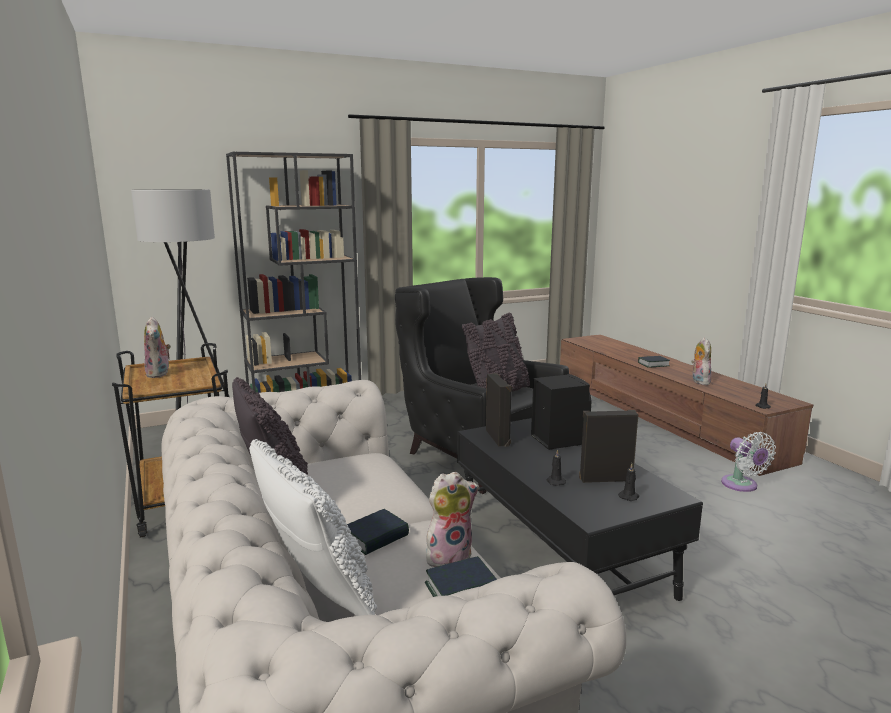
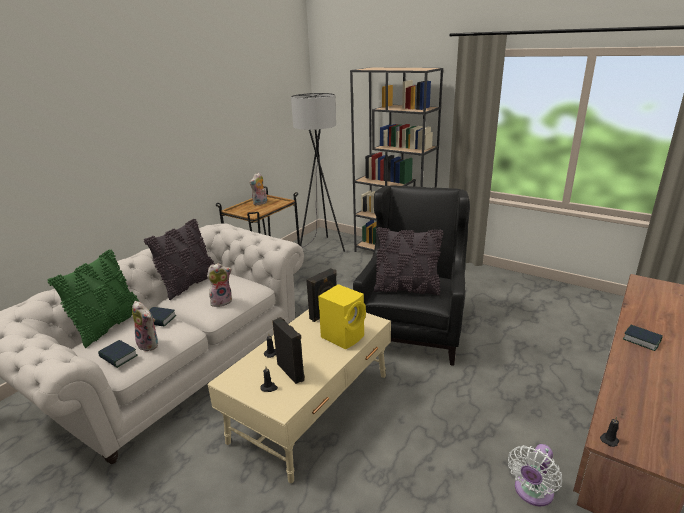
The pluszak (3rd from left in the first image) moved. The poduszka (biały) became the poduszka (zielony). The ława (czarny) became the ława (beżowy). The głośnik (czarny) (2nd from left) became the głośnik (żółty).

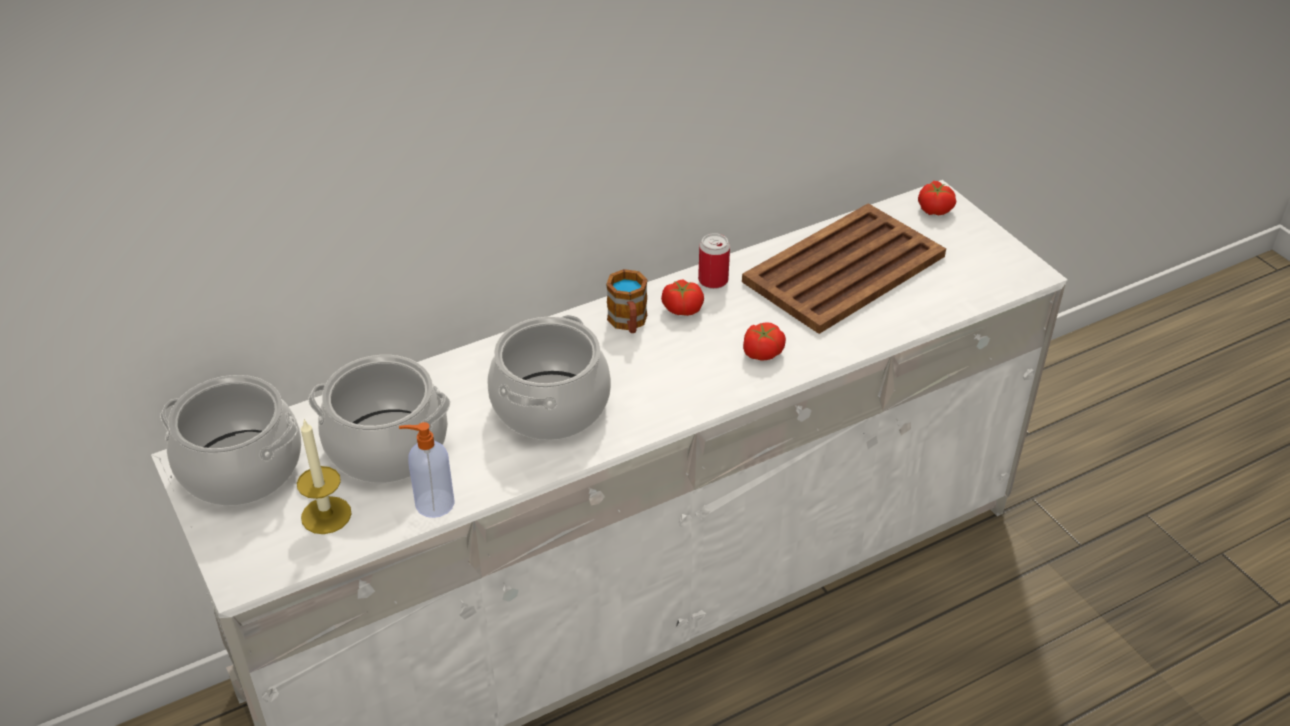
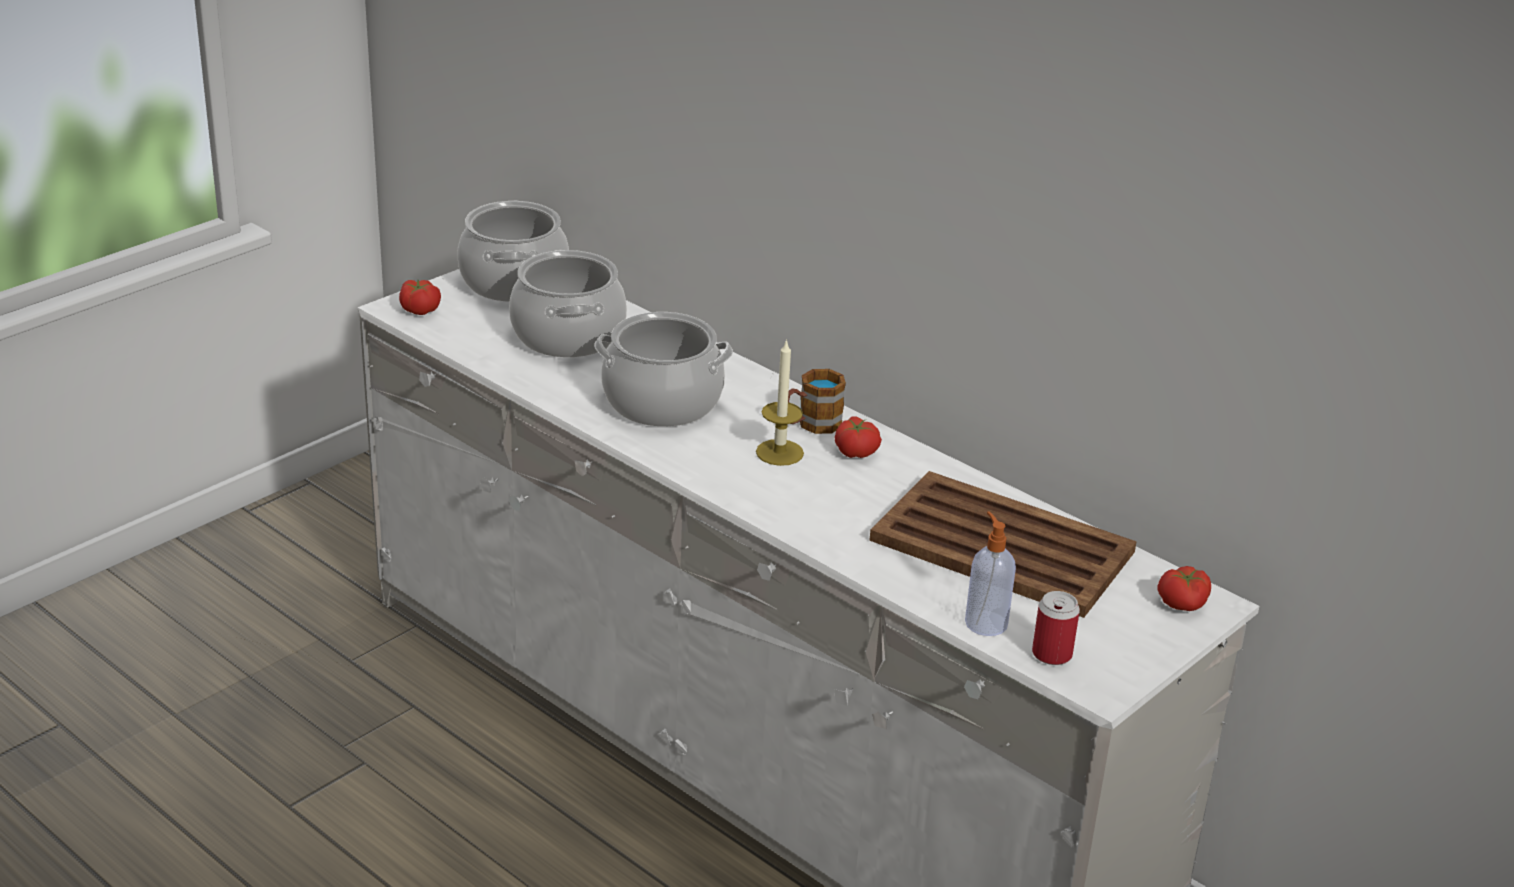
The świeca moved. The dozownik mydła moved. The puszka moved. The pomidor (2nd from left in the first image) moved.

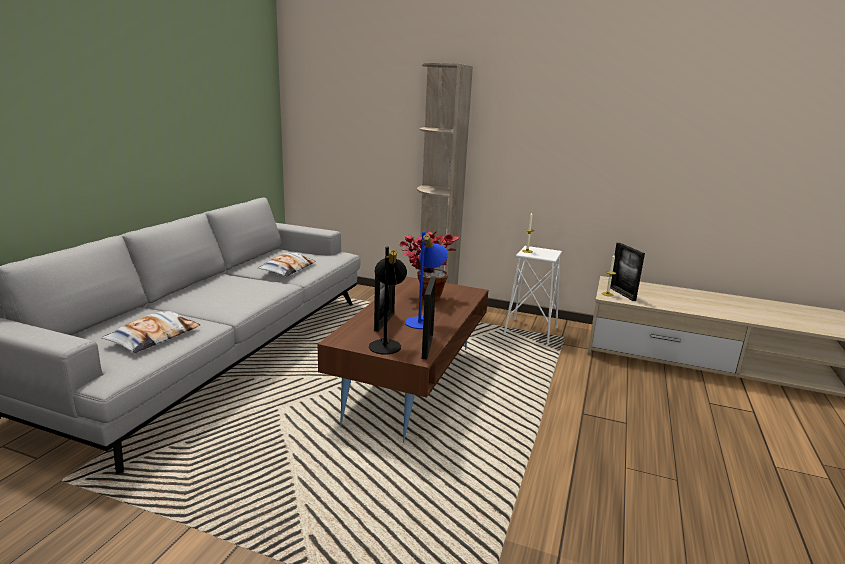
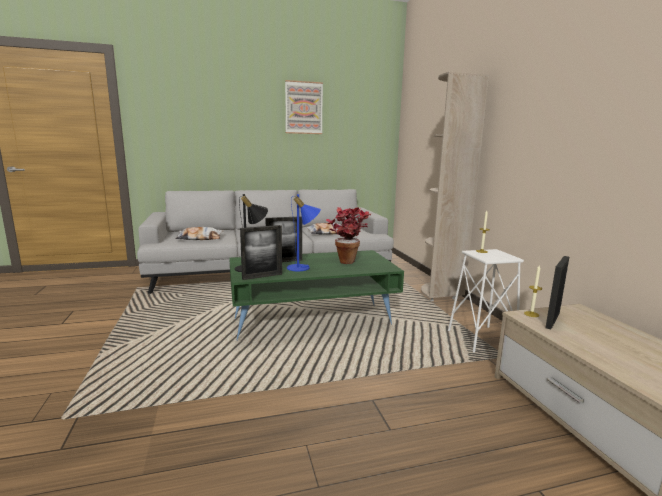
The obraz appeared. The ława (brązowy) became the ława (zielony).

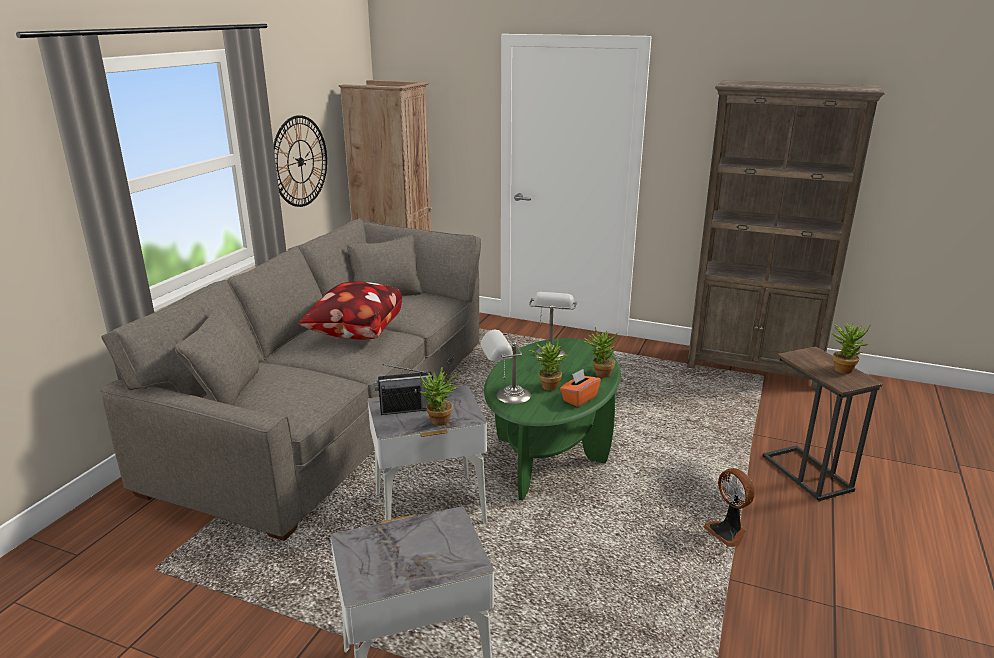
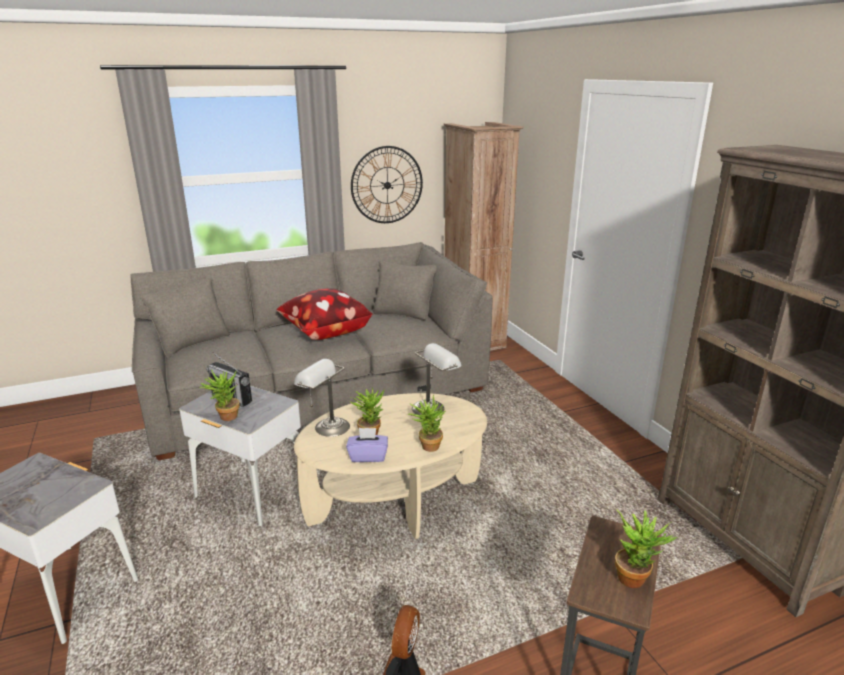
The ława (zielony) became the ława (beżowy). The pudełko chusteczek (pomarańczowy) became the pudełko chusteczek (fioletowy).

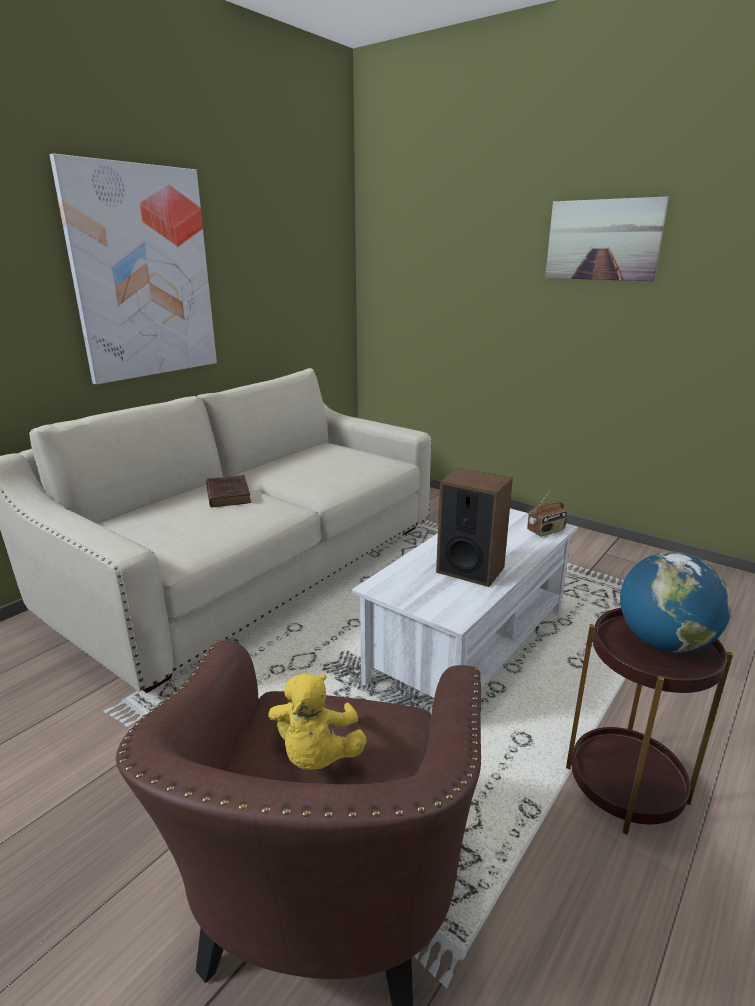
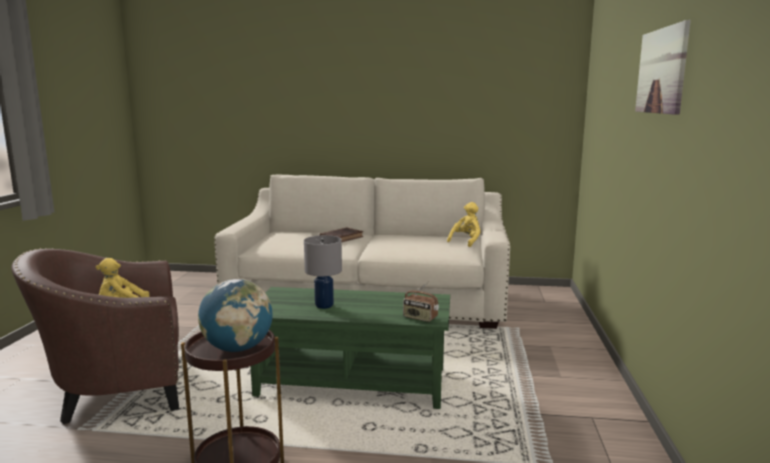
The obraz (1st from left) disappeared. The pluszak (żółty) (2nd from left) appeared. The głośnik was replaced by the lampa stołowa (szary). The ława (biały) became the ława (zielony).

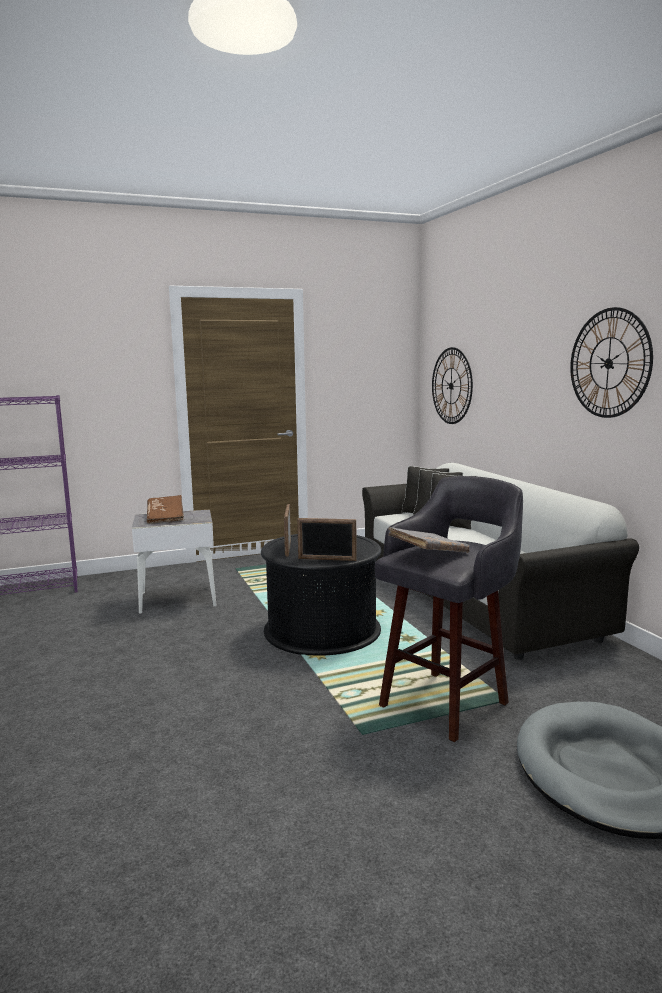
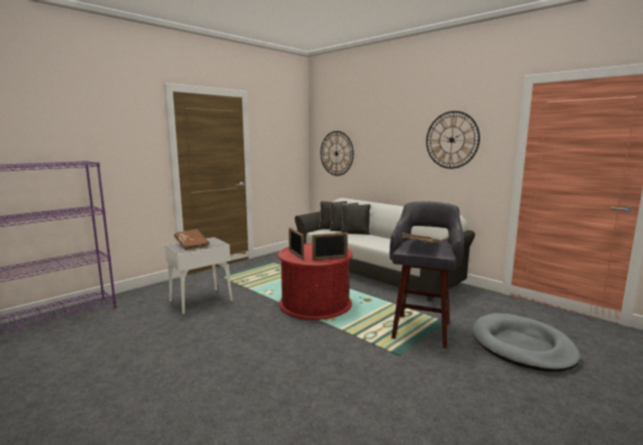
The ława (czarny) became the ława (czerwony).

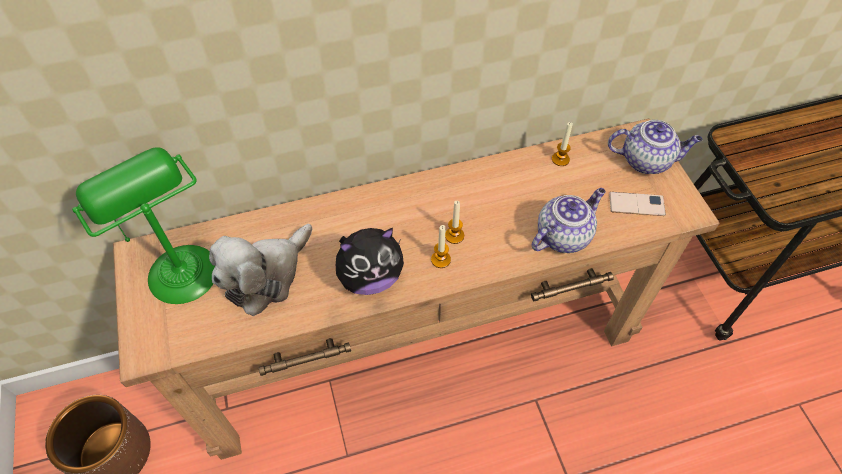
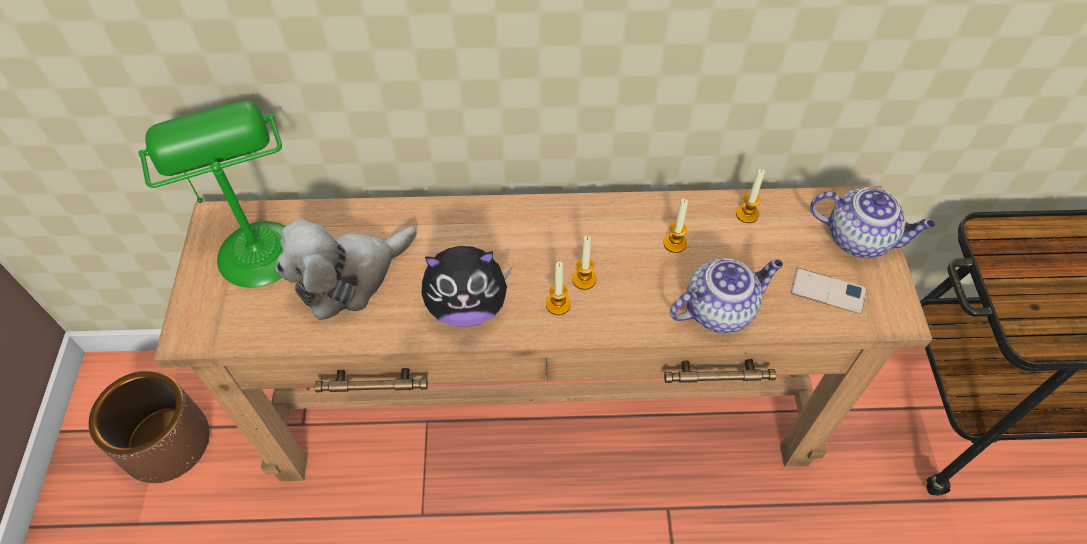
The świeca (3rd from left) appeared.

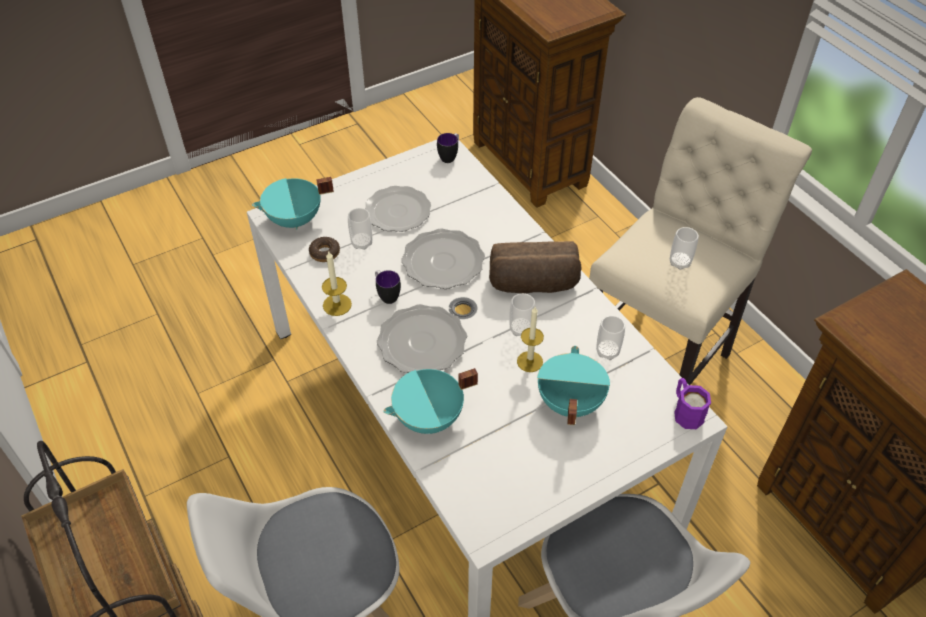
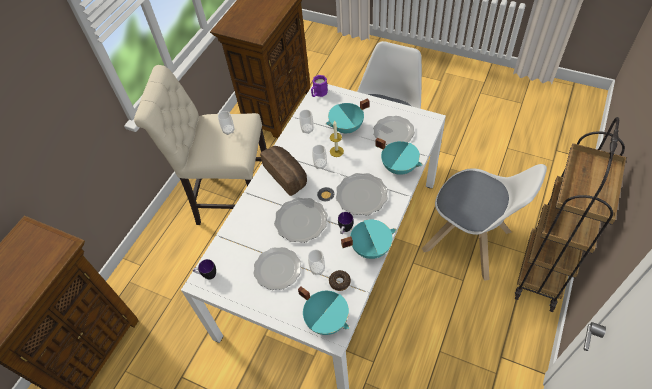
The talerz (4th from left) appeared. The świeca (1st from left) was replaced by the garnek (turkusowy) (3rd from left).

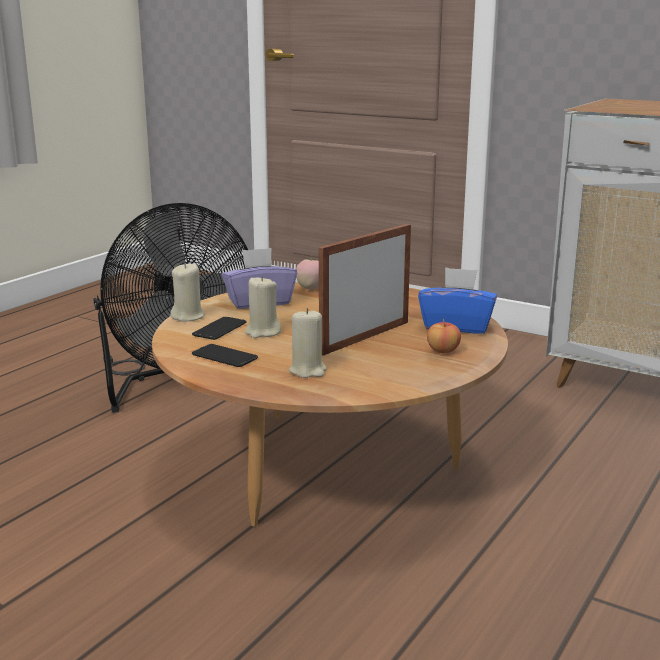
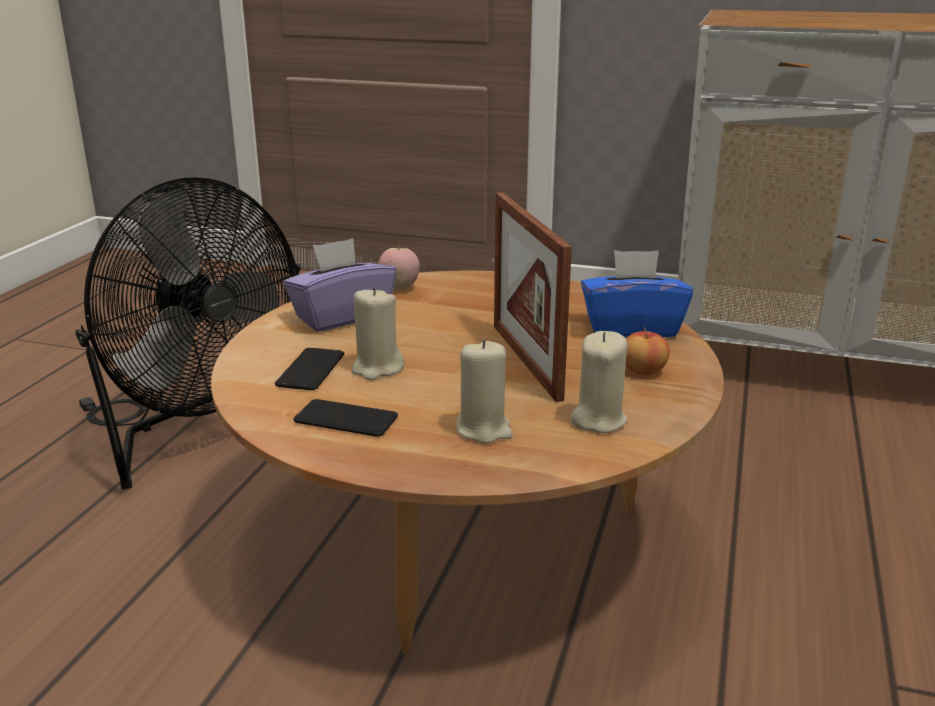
The świeca (beżowy) (1st from left in the first image) moved. The ramka na zdjęcie turned 45 degrees counterclockwise.

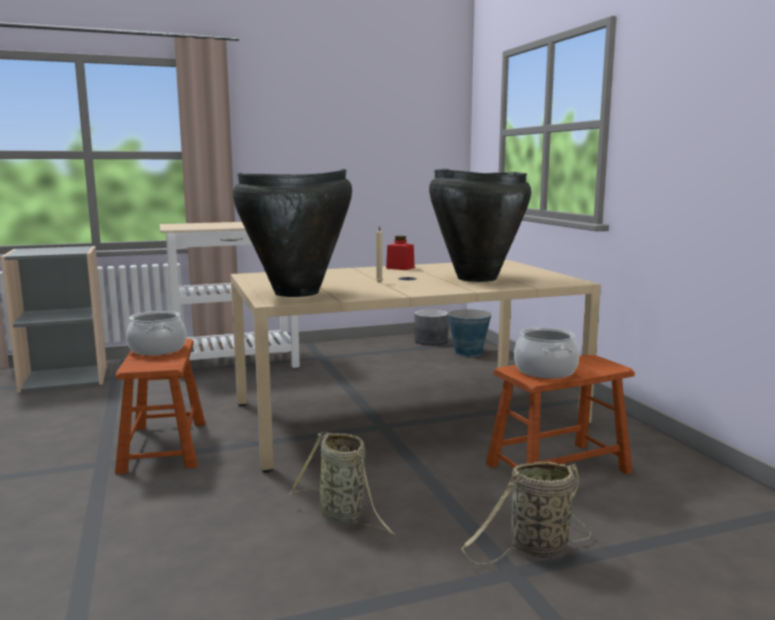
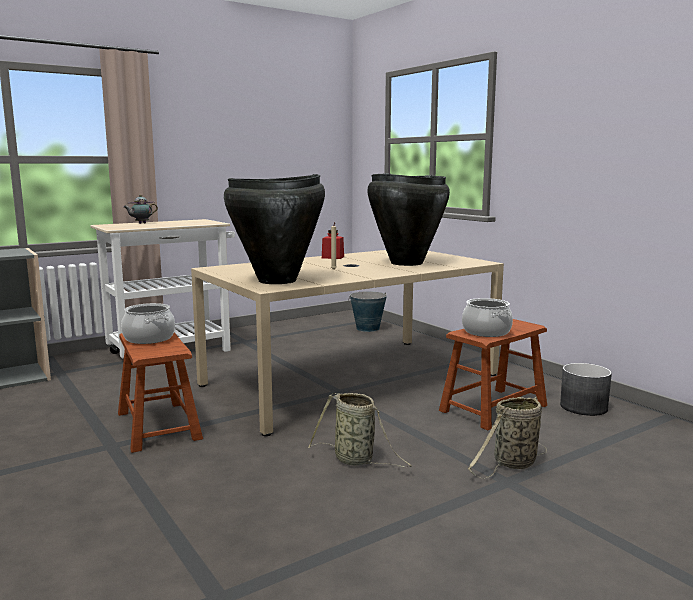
The imbryk appeared. The donica (szary) moved.

